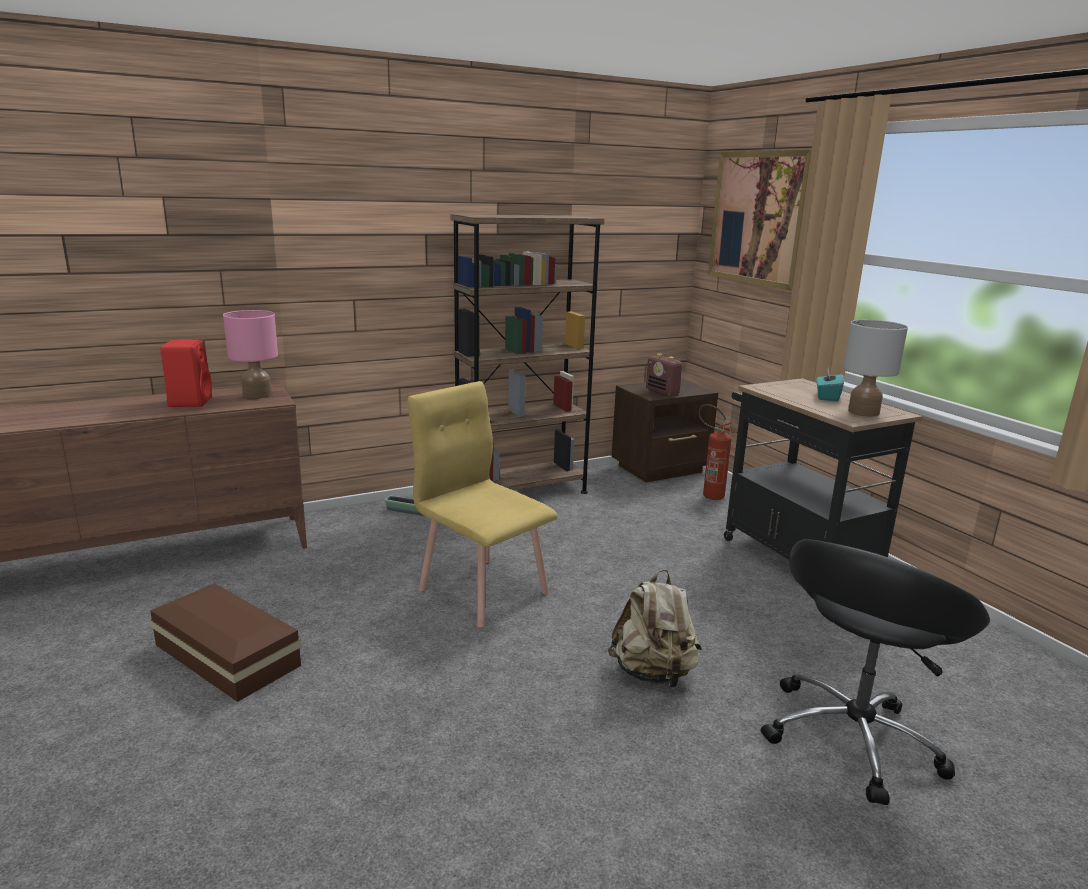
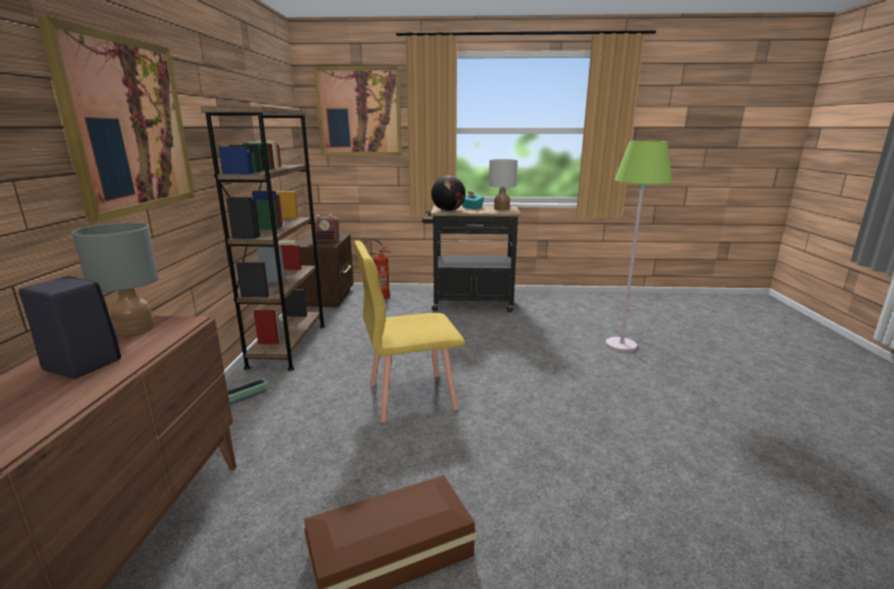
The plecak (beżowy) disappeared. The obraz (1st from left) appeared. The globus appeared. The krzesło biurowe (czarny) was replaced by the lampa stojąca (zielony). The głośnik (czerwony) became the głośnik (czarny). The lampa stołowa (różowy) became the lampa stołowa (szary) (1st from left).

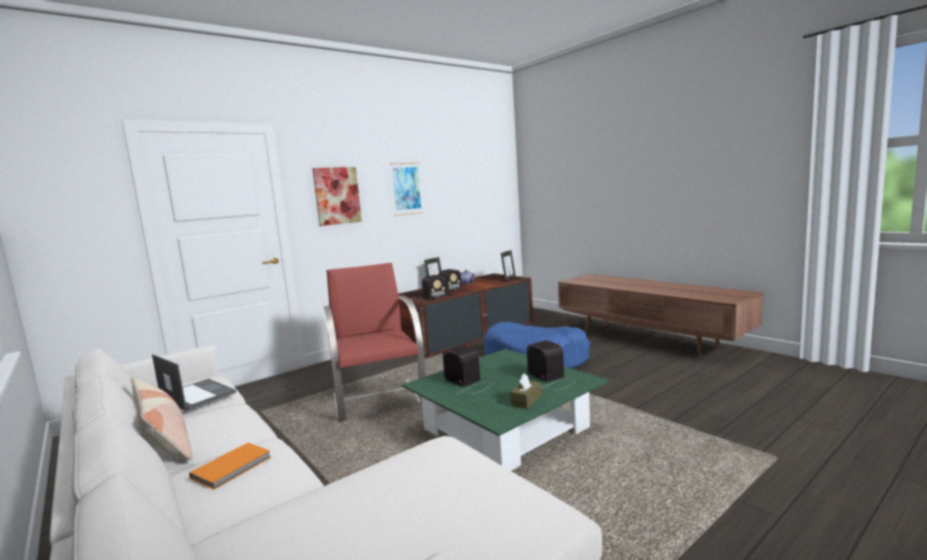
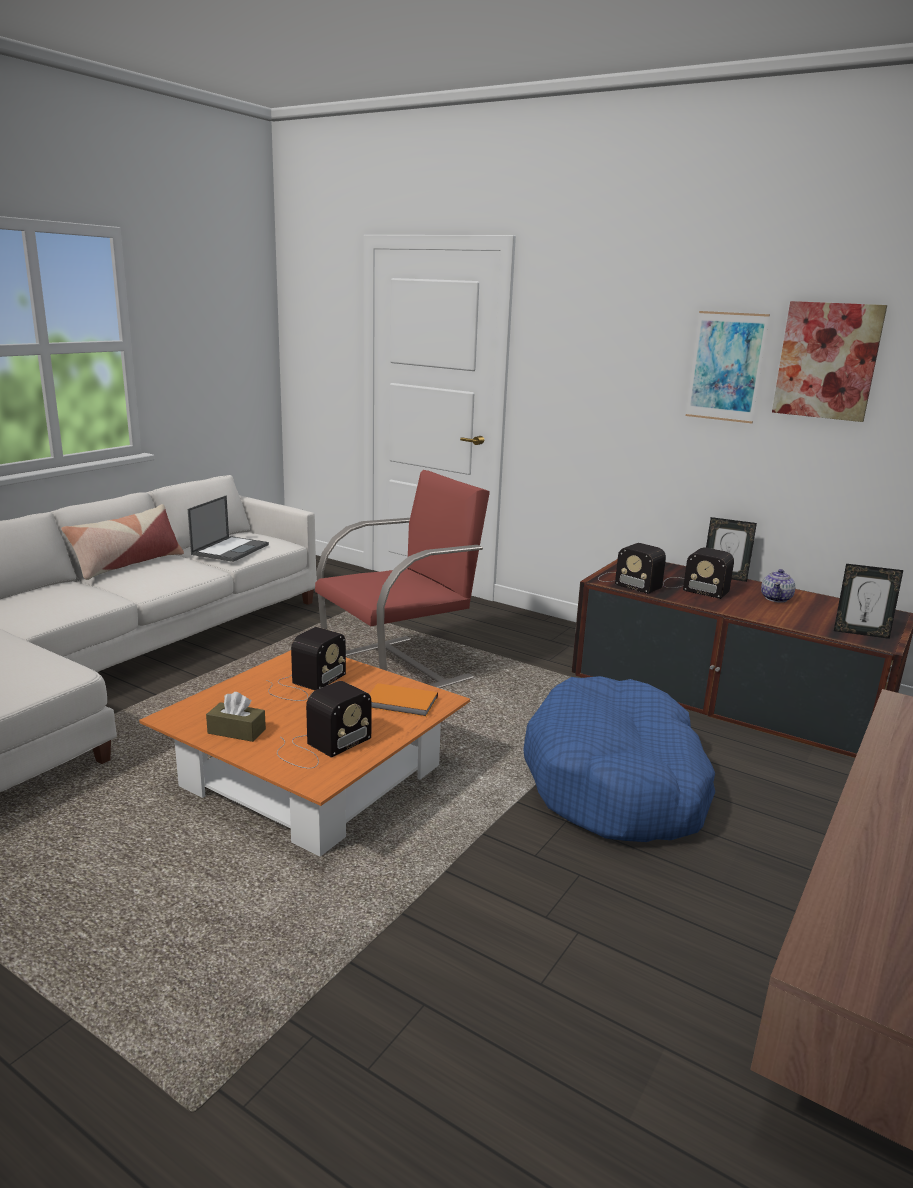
The książka (pomarańczowy) moved. The obraz (1st from left in the first image) moved. The ława (zielony) became the ława (pomarańczowy).

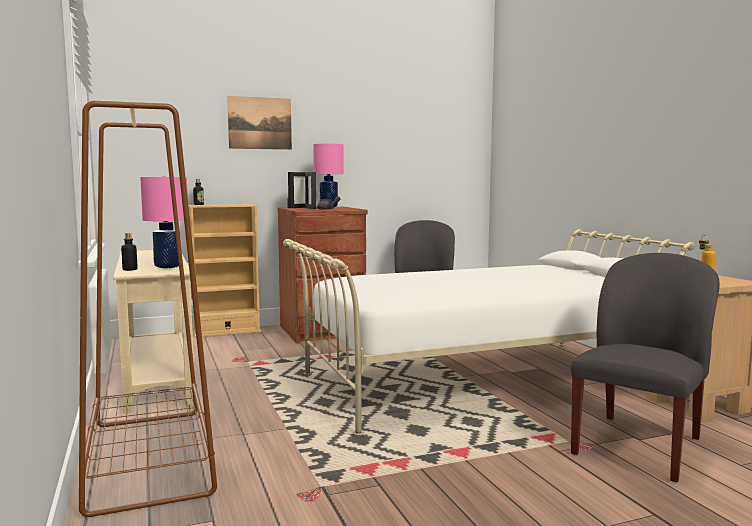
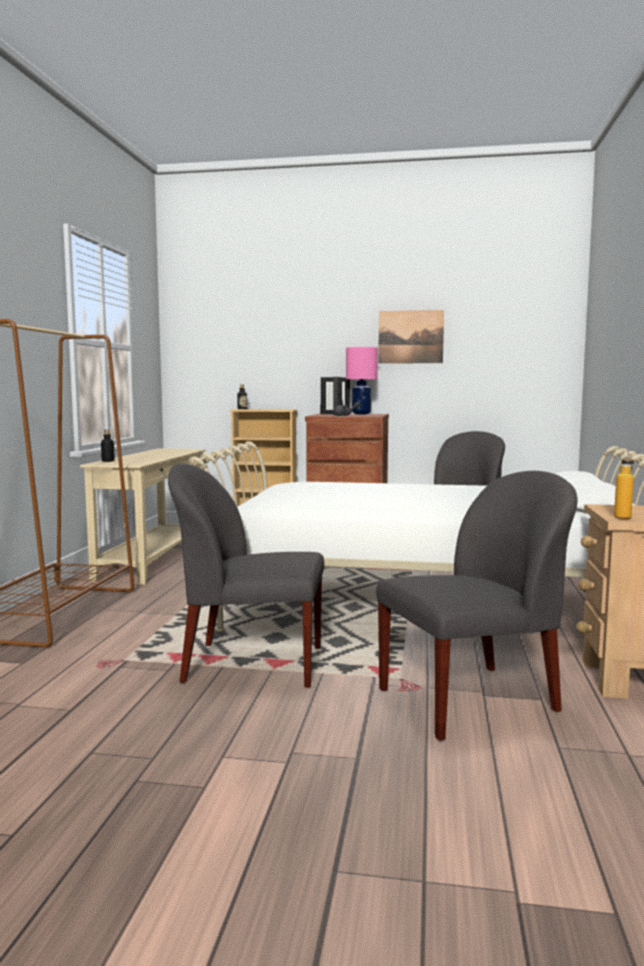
The lampa stołowa (różowy) (1st from left) disappeared. The krzesło (szary) (1st from left) appeared. The obraz moved.

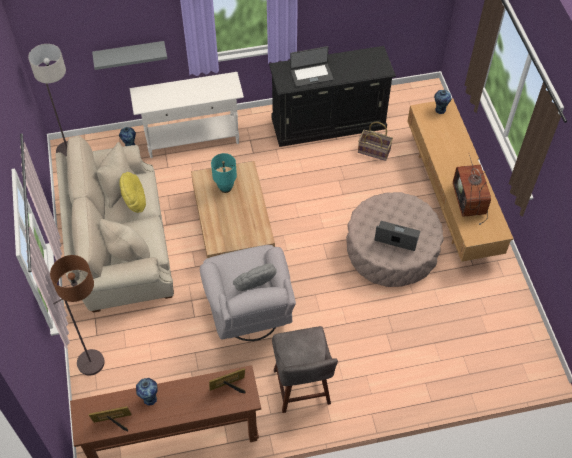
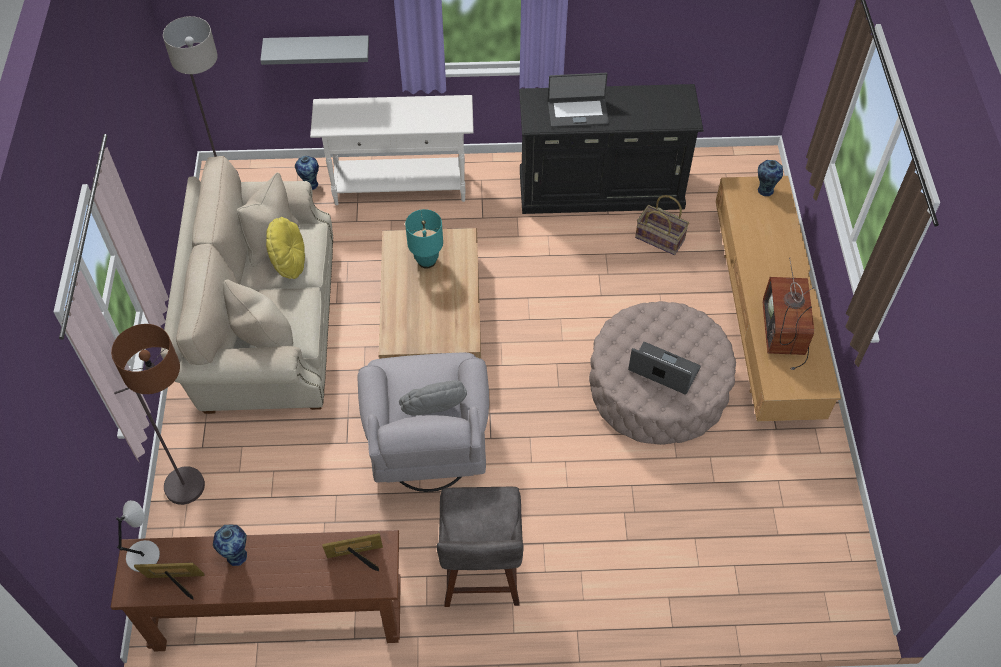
The lampa stołowa (szary) appeared.

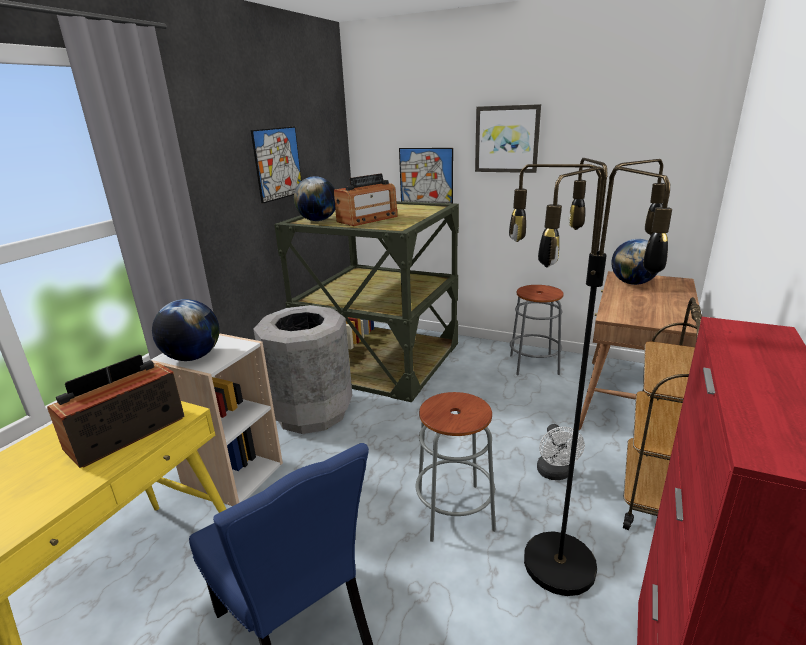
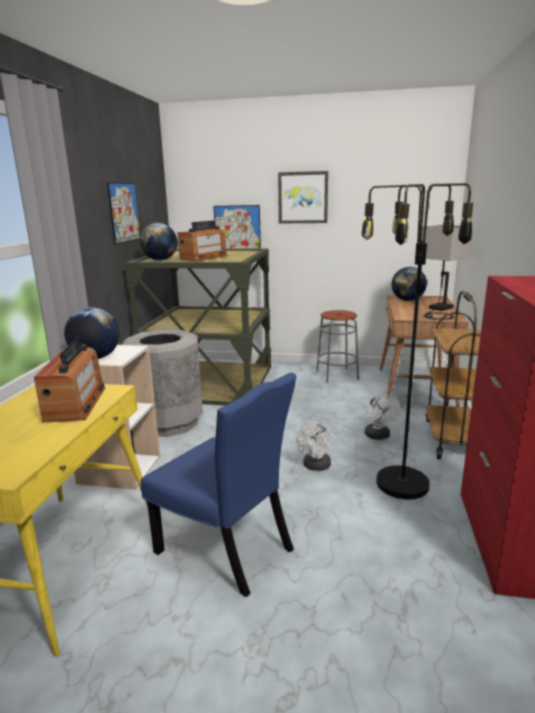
The lampa stołowa appeared. The stołek (szary) (1st from left) was replaced by the wentylator (biały) (1st from left). The radio (1st from left) turned 150 degrees clockwise.

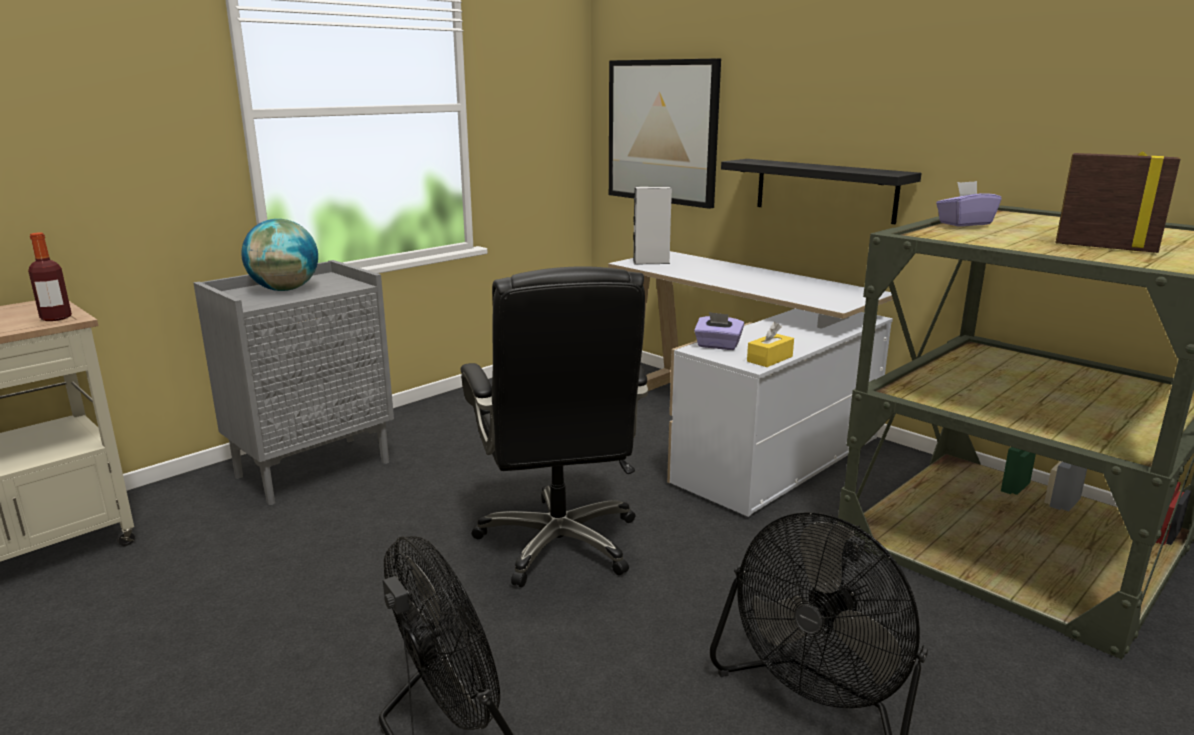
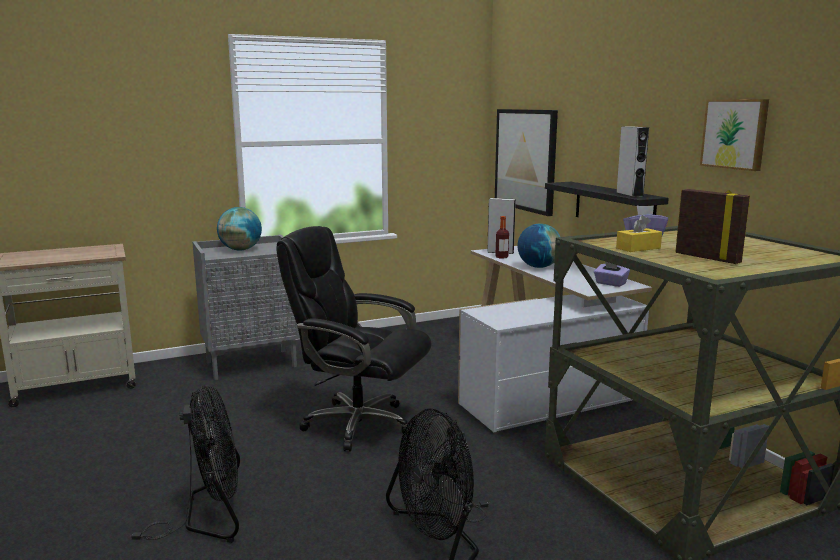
The globus (2nd from left) appeared. The głośnik (szary) (2nd from left) appeared. The obraz (2nd from left) appeared. The butelka moved. The pudełko chusteczek (fioletowy) (1st from left) moved. The pudełko chusteczek (żółty) moved. The krzesło biurowe (czarny) turned 105 degrees clockwise.

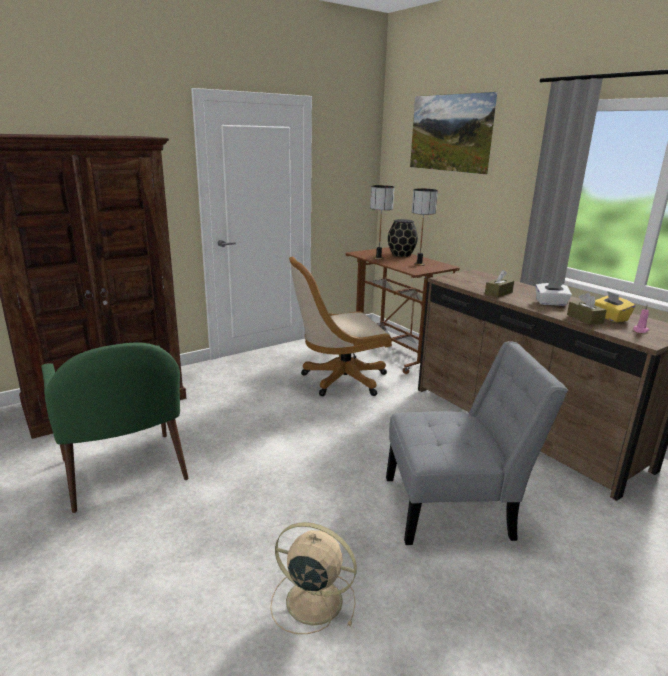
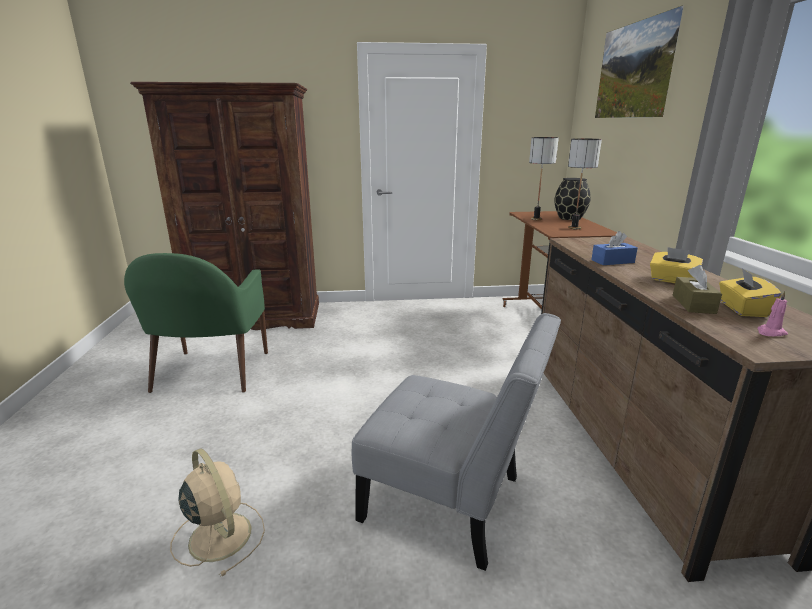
The krzesło biurowe disappeared. The pudełko chusteczek (brązowy) (1st from left) became the pudełko chusteczek (niebieski). The pudełko chusteczek (biały) became the pudełko chusteczek (żółty) (1st from left).

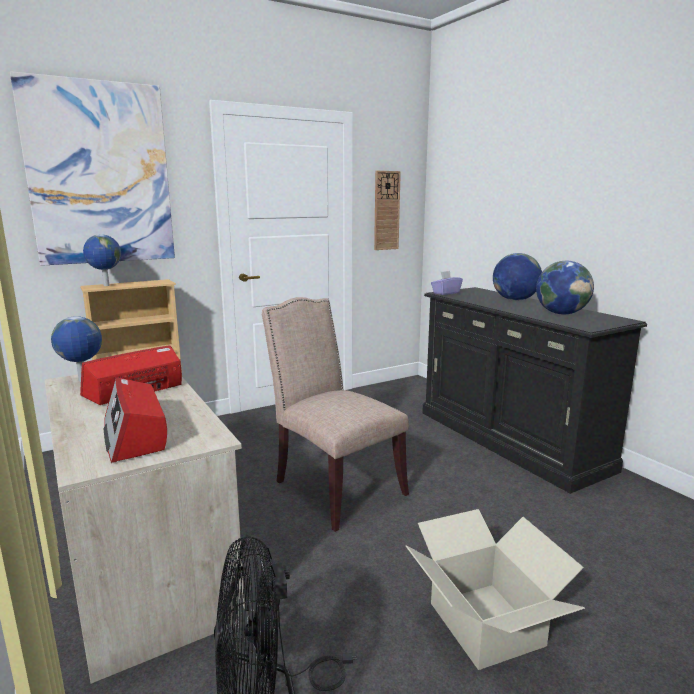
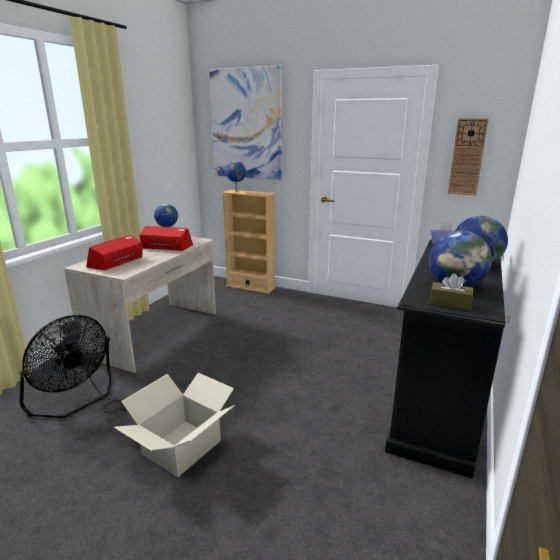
The krzesło (beżowy) disappeared. The pudełko chusteczek (brązowy) appeared.

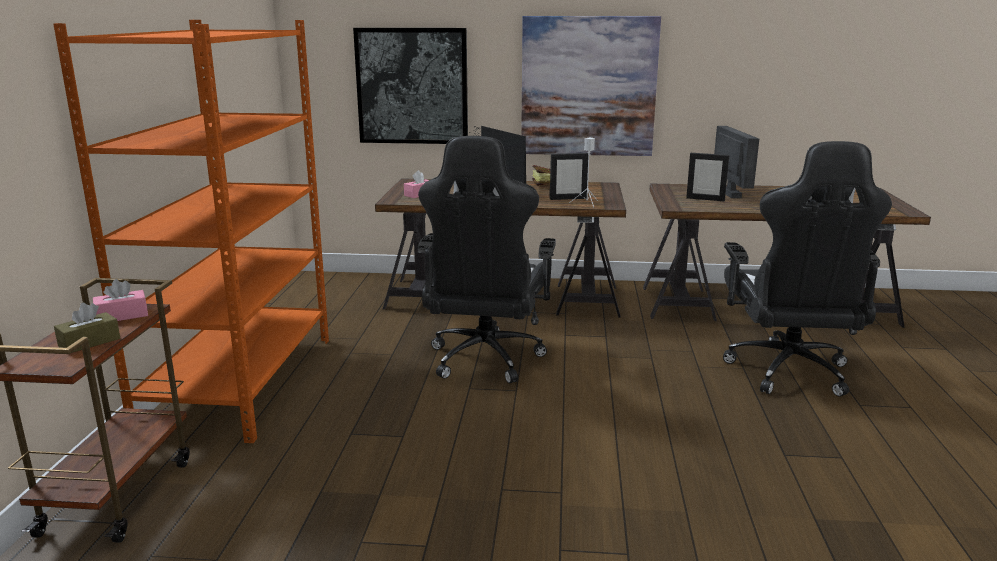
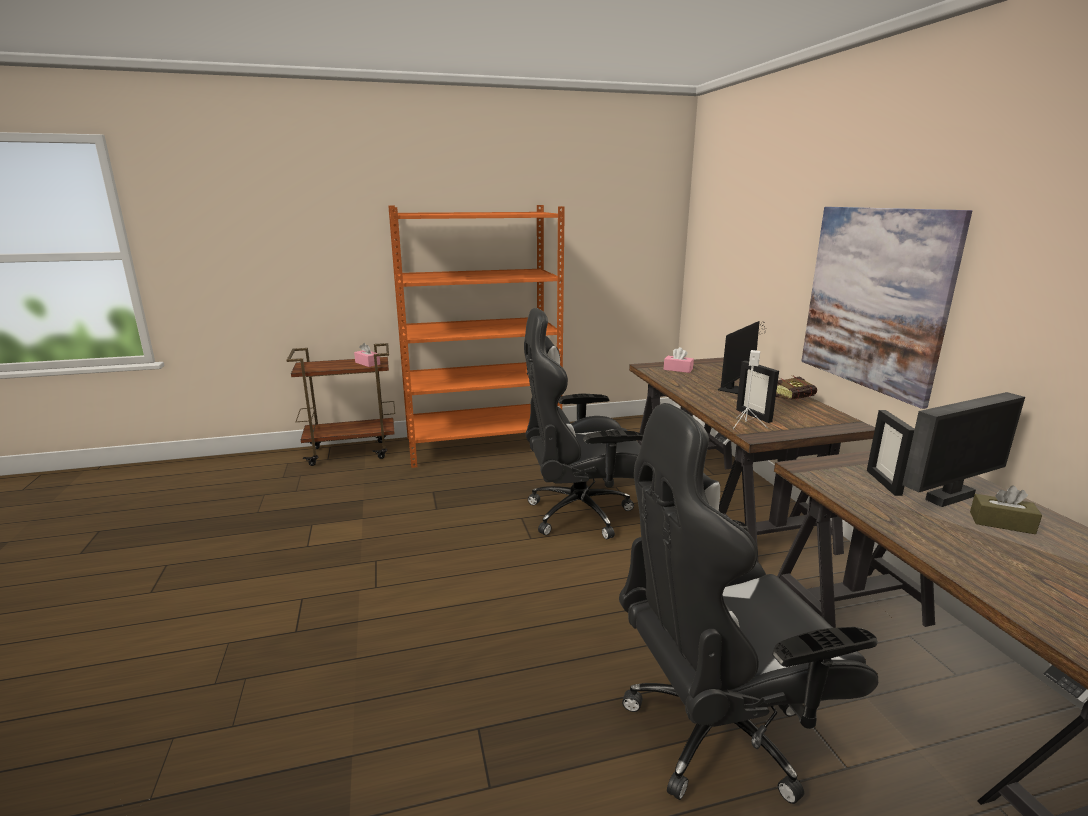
The obraz (1st from left) disappeared. The pudełko chusteczek (brązowy) moved.

